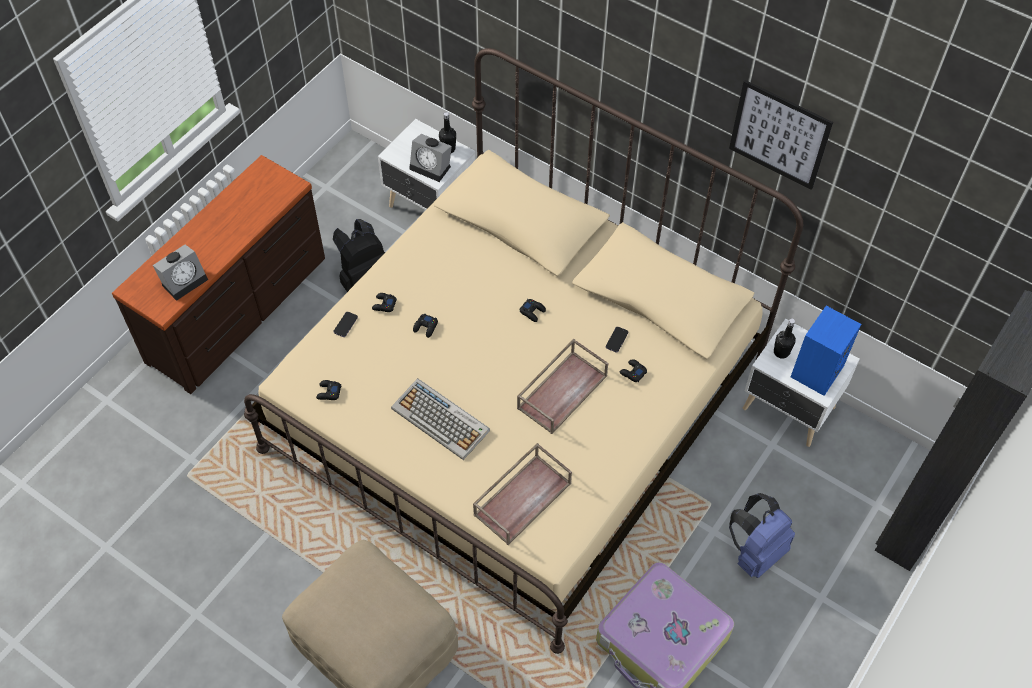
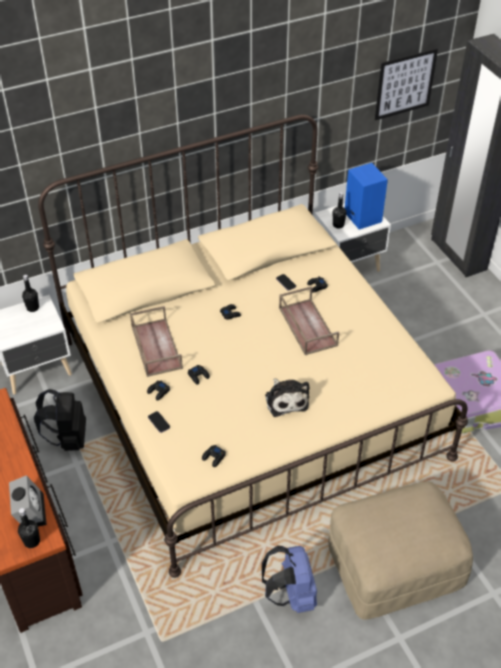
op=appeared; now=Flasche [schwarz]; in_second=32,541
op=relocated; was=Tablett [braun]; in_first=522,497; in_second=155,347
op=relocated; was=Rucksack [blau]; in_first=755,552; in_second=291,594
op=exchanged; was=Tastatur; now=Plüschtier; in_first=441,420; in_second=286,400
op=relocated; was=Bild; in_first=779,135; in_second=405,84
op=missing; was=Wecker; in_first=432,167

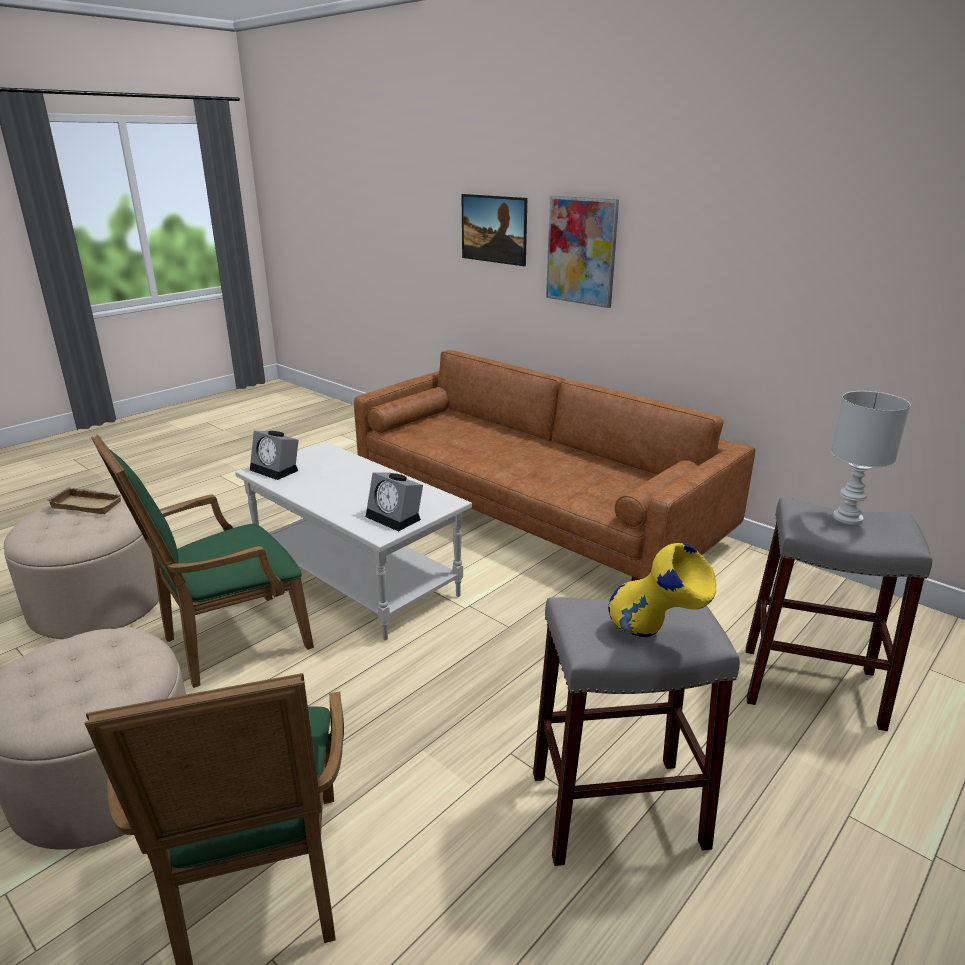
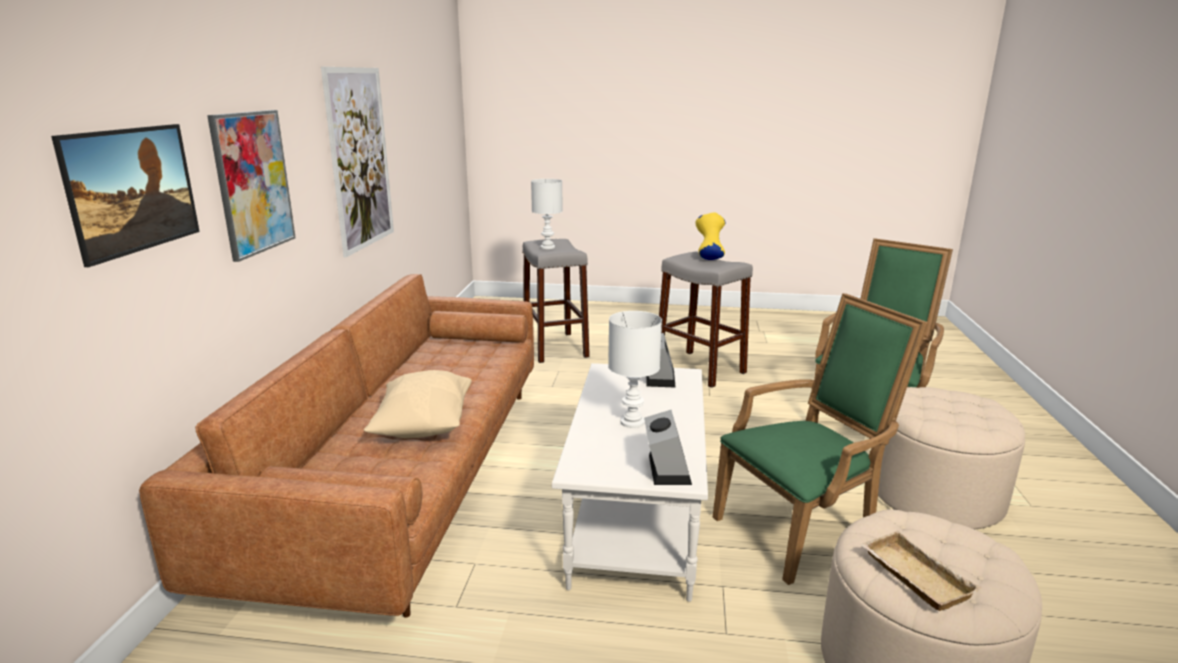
op=appeared; now=Bild; in_second=360,159
op=appeared; now=Kissen [beige]; in_second=423,427
op=appeared; now=Tischlampe [weiß]; in_second=632,423
op=spun; was=Sessel [grün]; in_first=227,644; in_second=801,530; clockwise=-45

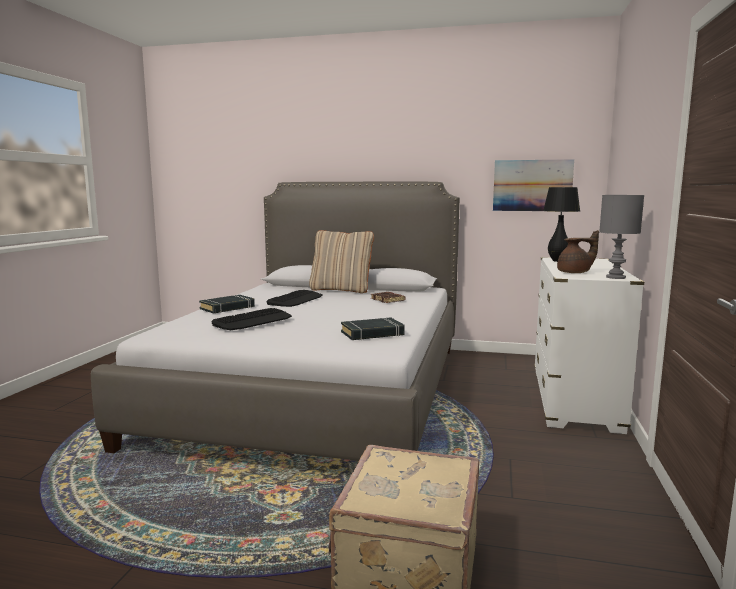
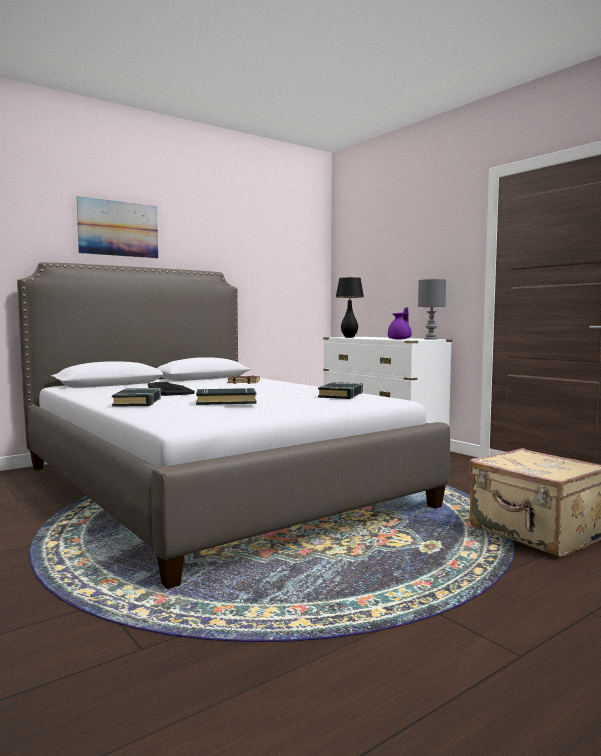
op=relocated; was=Bild; in_first=532,185; in_second=118,228
op=exchanged; was=Tastatur; now=Buch [schwarz]; in_first=253,320; in_second=226,401
op=colour; was=Teekanne [braun]; now=Teekanne [lila]; in_first=575,272; in_second=400,339
op=missing; was=Kissen [beige]; in_first=341,290

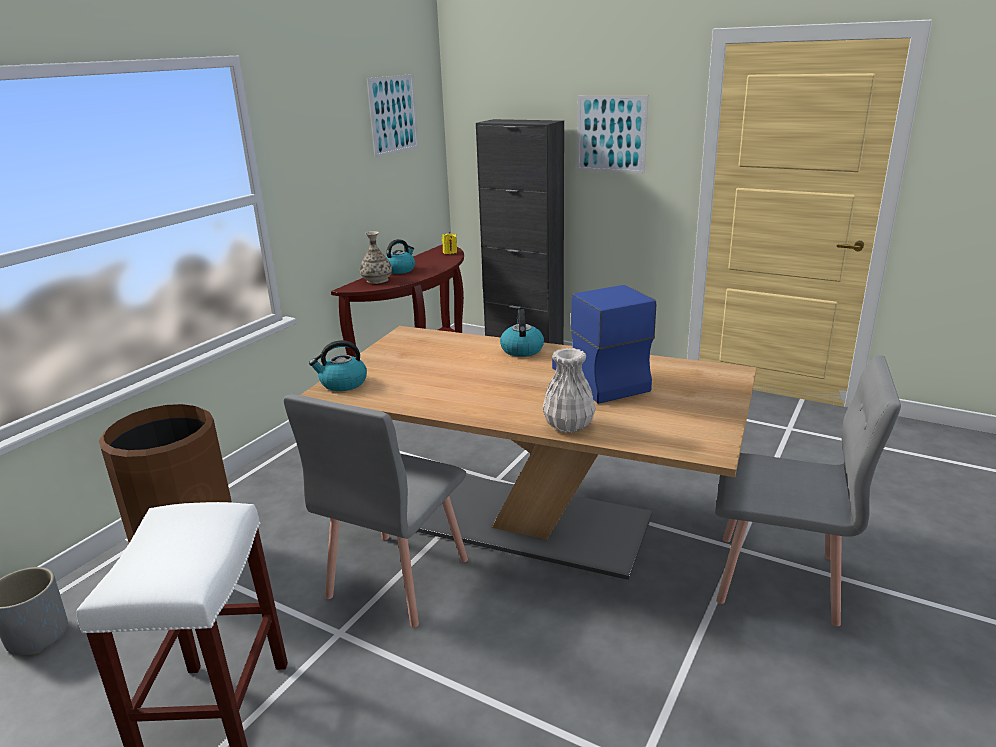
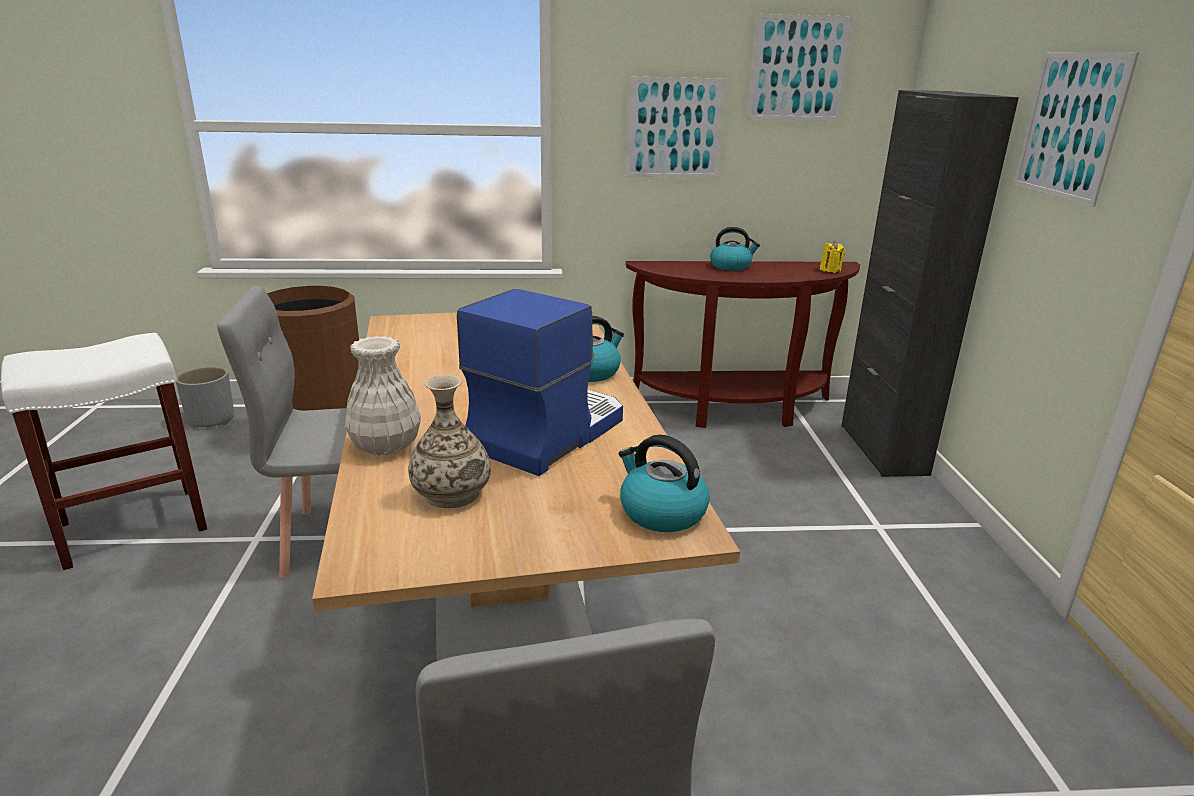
op=relocated; was=Vase; in_first=377,280; in_second=451,493
op=relocated; was=Wasserkessel; in_first=342,383; in_second=661,512
op=appeared; now=Bild; in_second=674,128

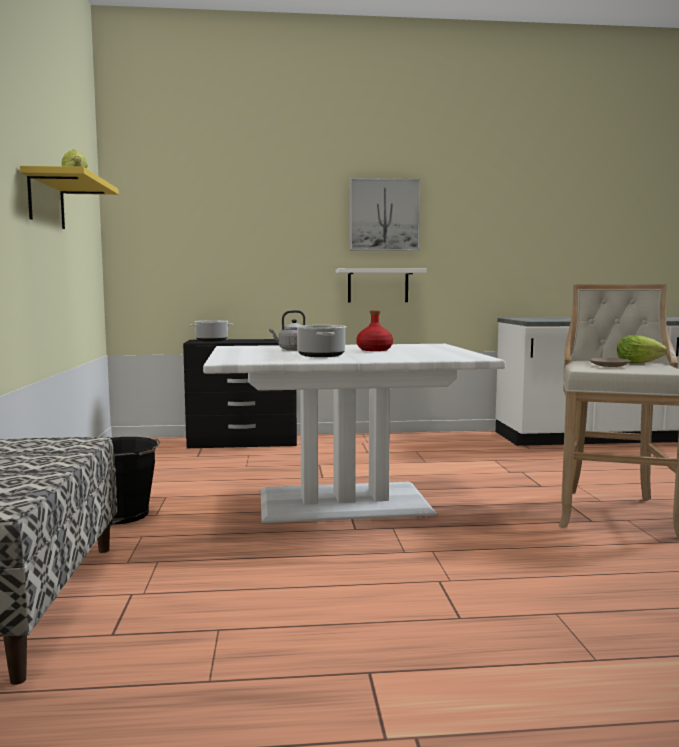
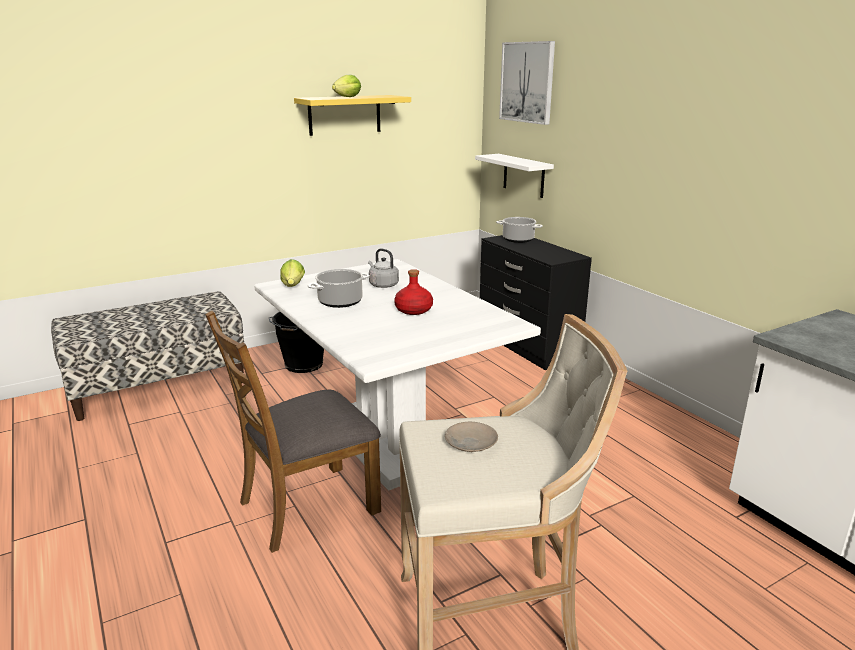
op=appeared; now=Stuhl [braun]; in_second=307,506
op=relocated; was=Salatkopf; in_first=641,363; in_second=293,287
op=relocated; was=Wandregal [weiß]; in_first=378,285; in_second=523,175
op=relocated; was=Bild; in_first=384,215; in_second=527,82

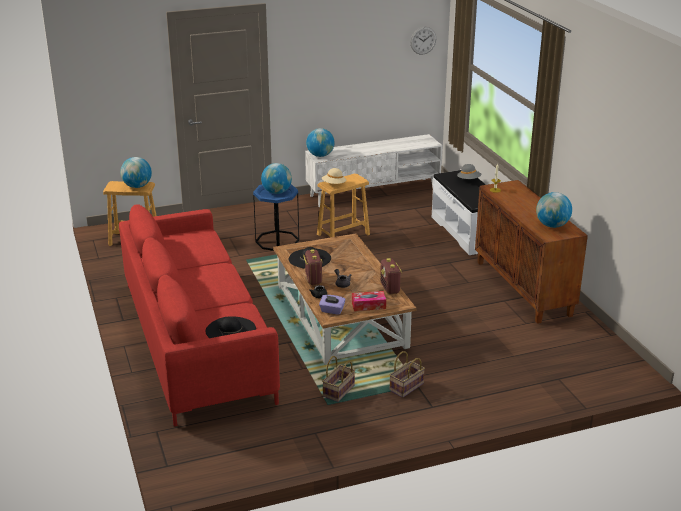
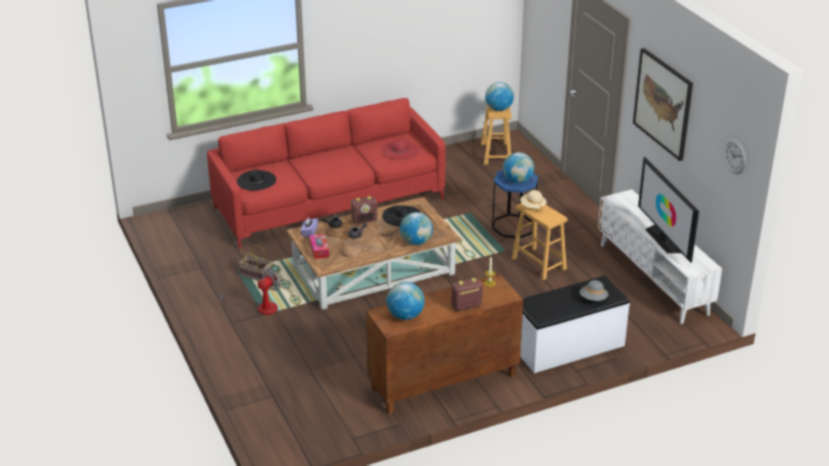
op=exchanged; was=Korb; now=Ventilator; in_first=406,388; in_second=259,309
op=appeared; now=Hut [rot]; in_second=400,150
op=relocated; was=Globus; in_first=320,155; in_second=416,242
op=relocated; was=Radio; in_first=390,288; in_second=466,306
op=appeared; now=Bild; in_second=663,103
op=appeared; now=Fernseher; in_second=664,239

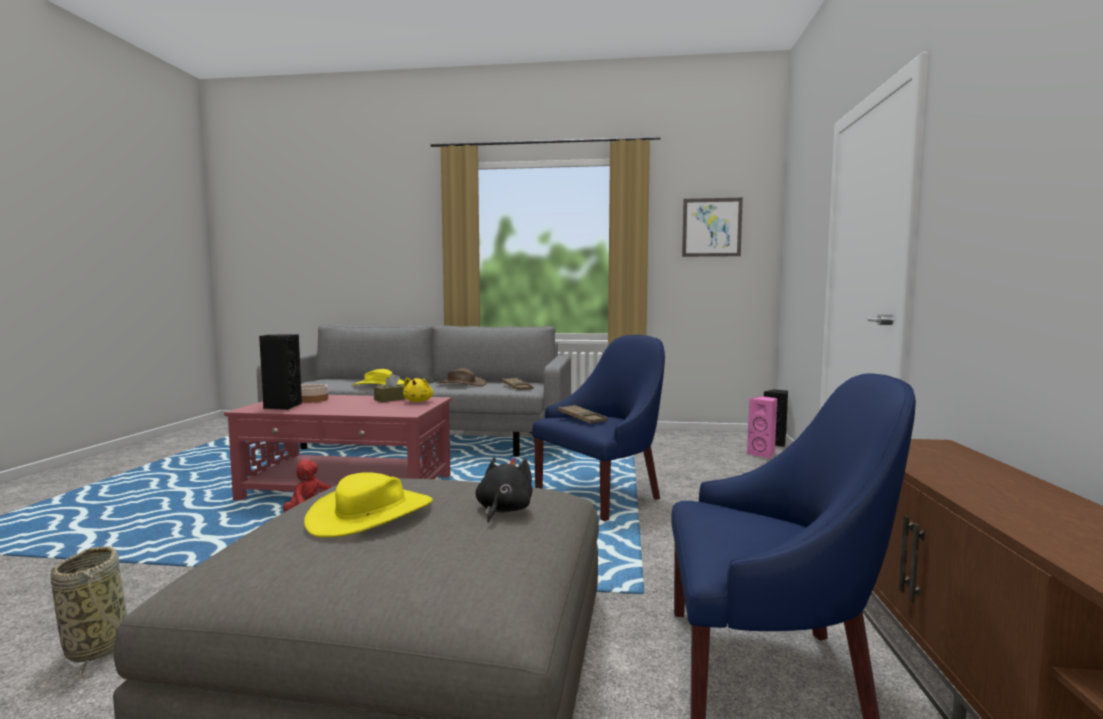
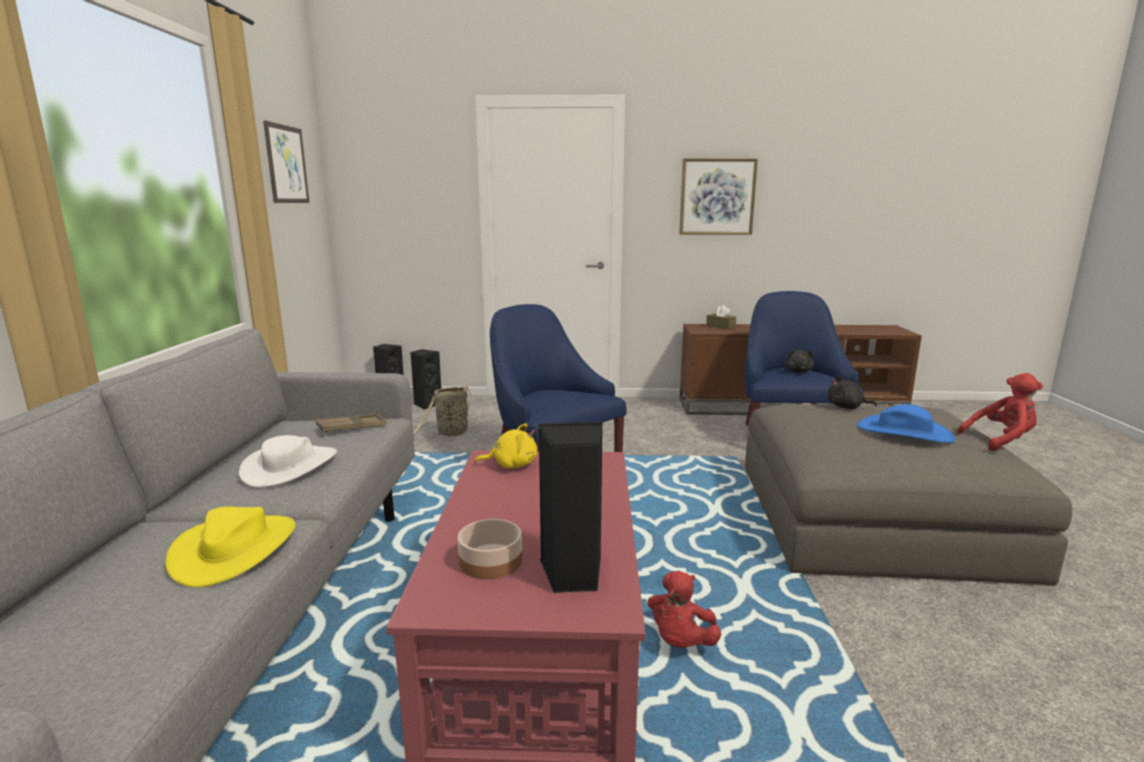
op=colour; was=Hut [braun]; now=Hut [weiß]; in_first=461,384; in_second=291,466
op=colour; was=Lautsprecher [rosa]; now=Lautsprecher [schwarz]; in_first=763,454; in_second=427,404
op=relocated; was=Korb; in_first=97,647; in_second=450,434
op=appeared; now=Bild; in_second=717,197
op=relocated; was=Taschentuchbox [braun]; in_first=392,399; in_second=720,326
op=appeared; now=Plüschtier [schwarz]; in_second=798,371
op=colour; was=Hut [gelb]; now=Hut [blau]; in_first=371,514; in_second=904,432
op=appeared; now=Plüschtier [rot]; in_second=1001,441
op=missing; was=Tablett [braun]; in_first=582,418

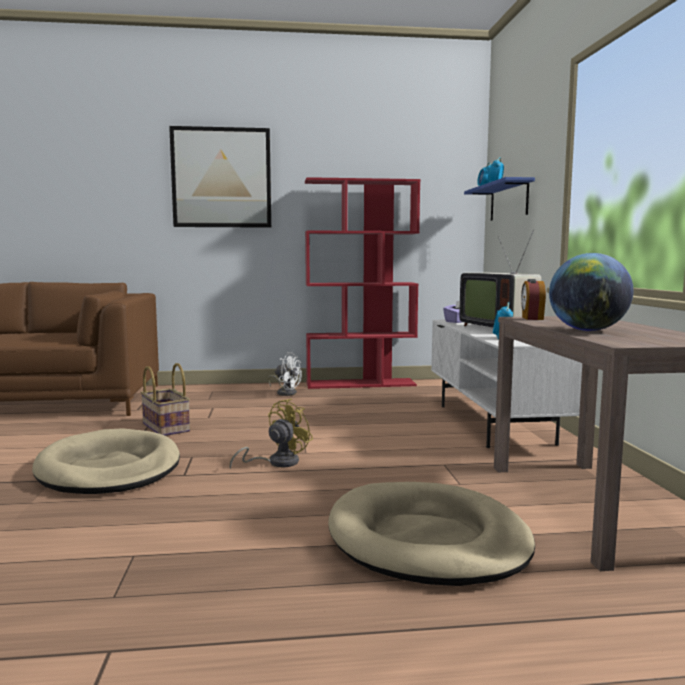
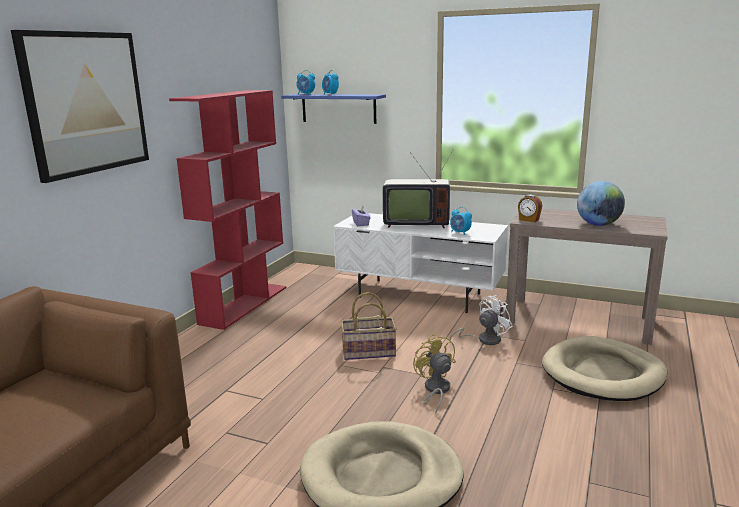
op=relocated; was=Korb; in_first=165,427; in_second=368,352
op=relocated; was=Ventilator [weiß]; in_first=286,392; in_second=484,340

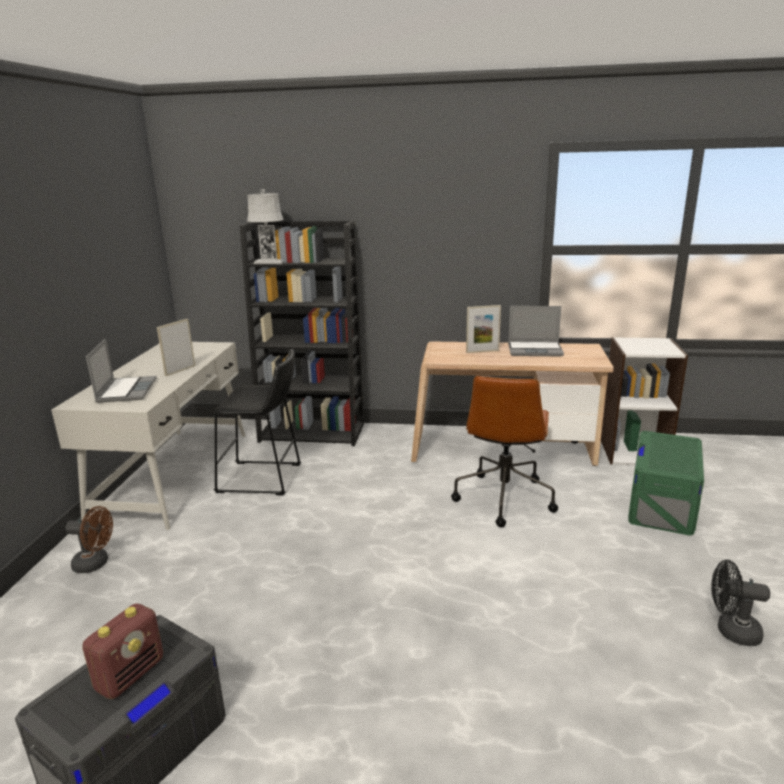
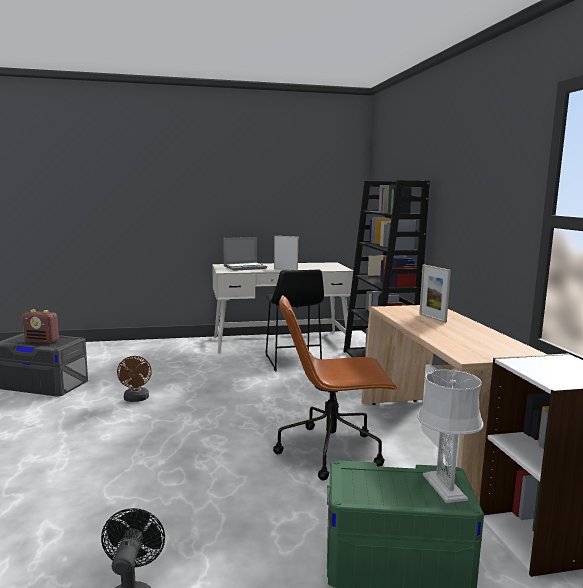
op=relocated; was=Ventilator [braun]; in_first=96,564; in_second=136,399
op=relocated; was=Tischlampe [grau]; in_first=269,262; in_second=444,487
op=missing; was=Laptop; in_first=535,350

